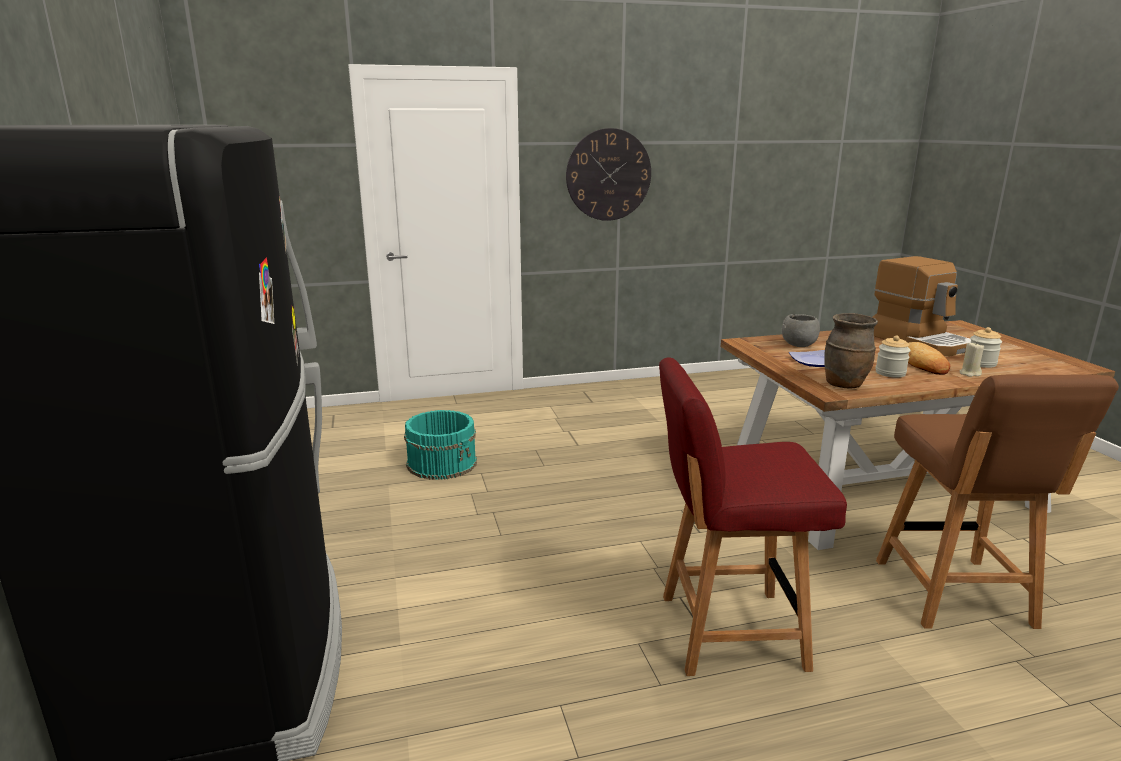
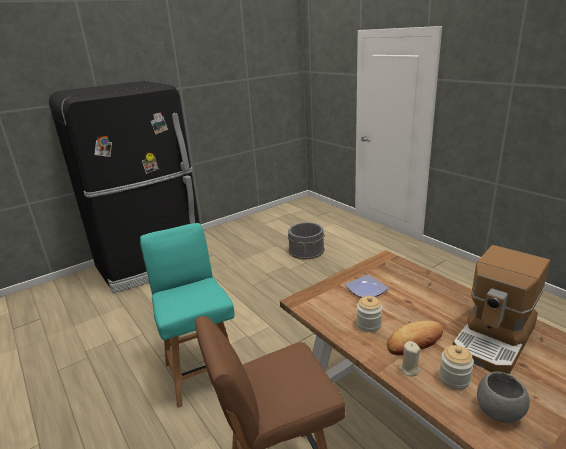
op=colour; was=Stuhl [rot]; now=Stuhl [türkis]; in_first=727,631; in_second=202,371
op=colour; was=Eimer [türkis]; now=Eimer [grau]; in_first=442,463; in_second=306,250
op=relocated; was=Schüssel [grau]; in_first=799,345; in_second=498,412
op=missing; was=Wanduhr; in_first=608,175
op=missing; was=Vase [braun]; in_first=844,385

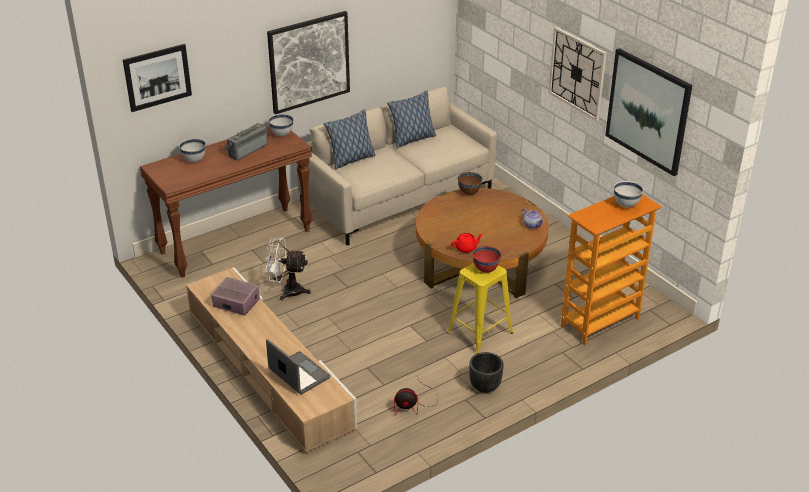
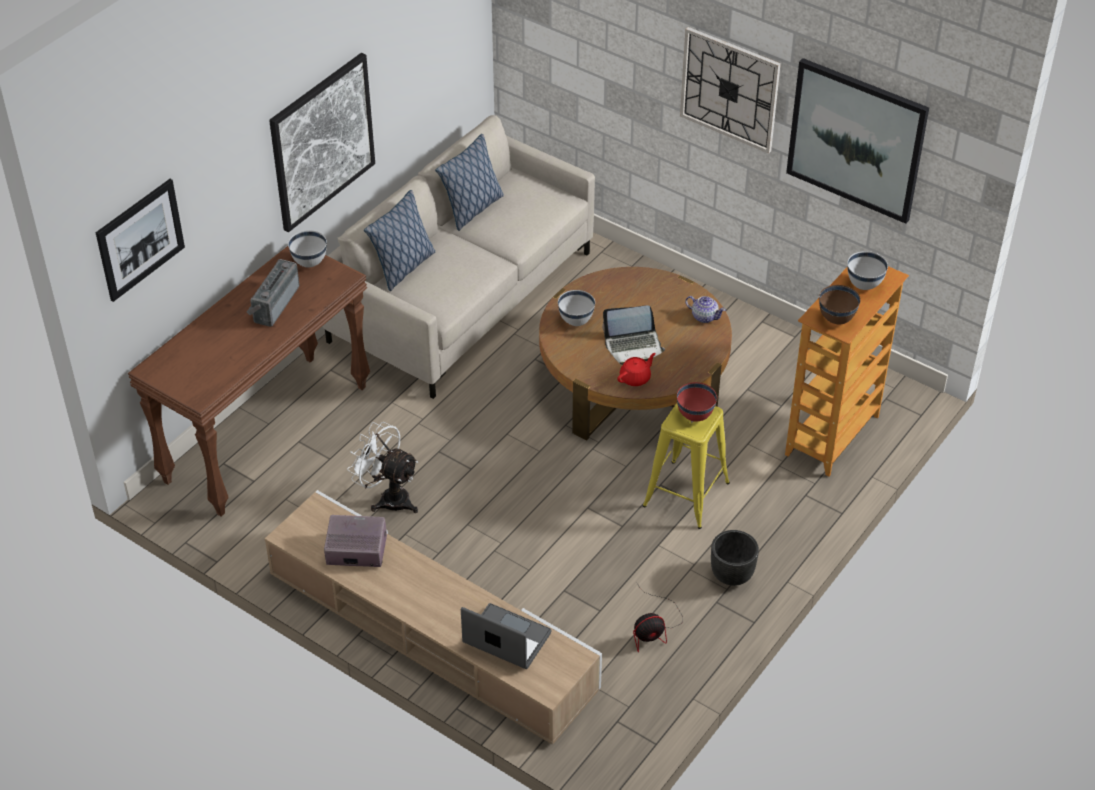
op=spun; was=Ventilator [weiß]; in_first=287,291; in_second=388,498; clockwise=45
op=relocated; was=Schüssel [weiß]; in_first=194,160; in_second=576,321
op=appeared; now=Laptop; in_second=633,346
op=relocated; was=Schüssel [braun]; in_first=469,193; in_second=836,319

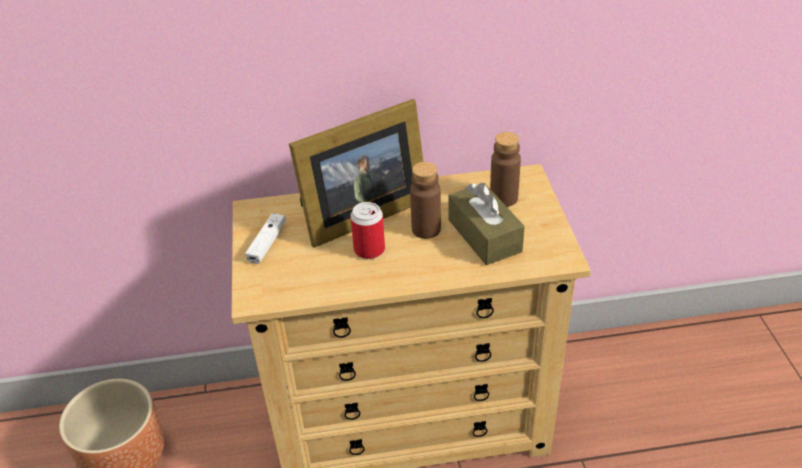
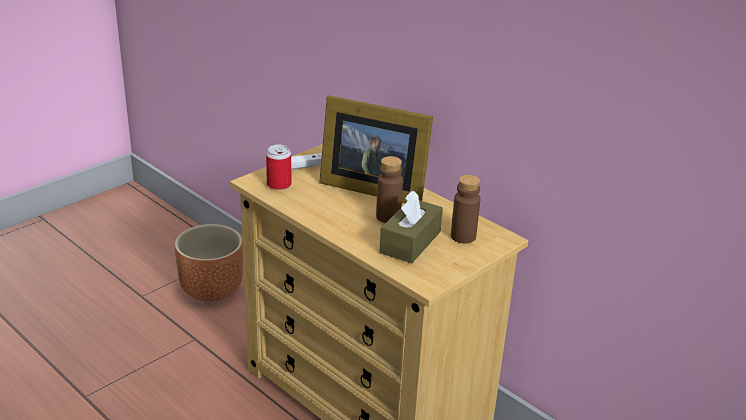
op=relocated; was=Dose; in_first=369,249; in_second=279,185

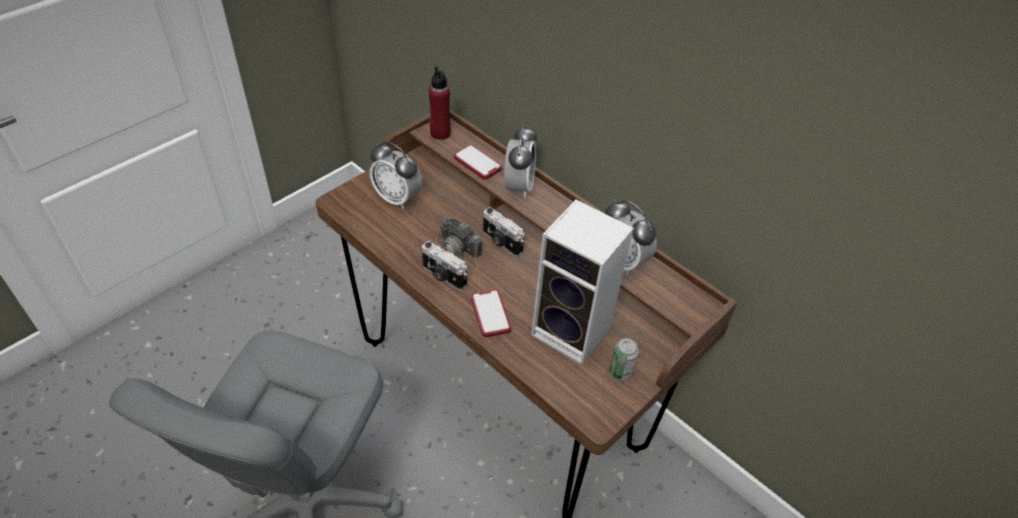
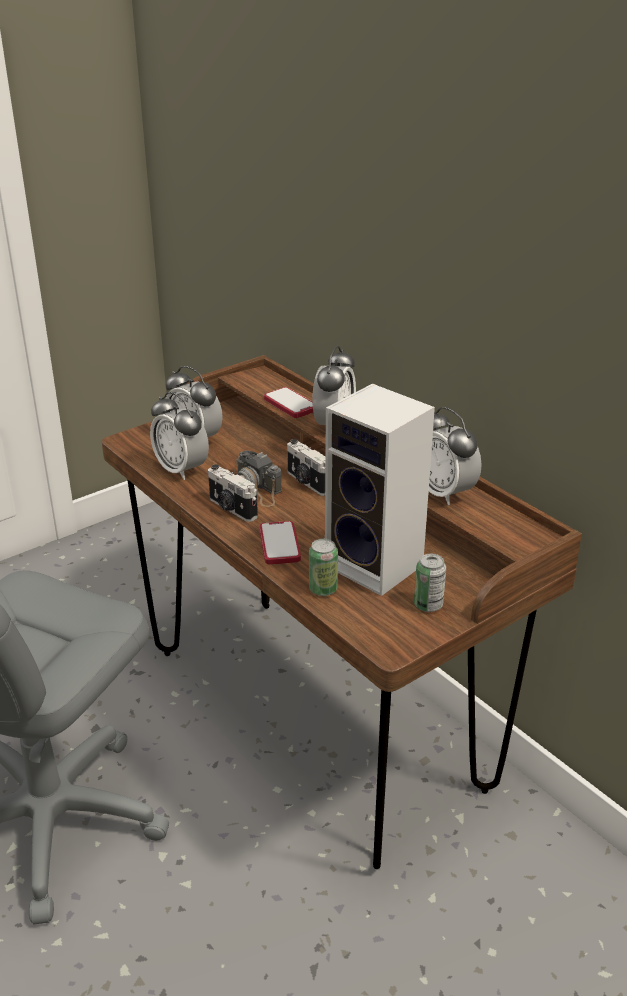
op=appeared; now=Wecker; in_second=181,469
op=appeared; now=Dose; in_second=323,589
op=missing; was=Flasche [rot]; in_first=440,133

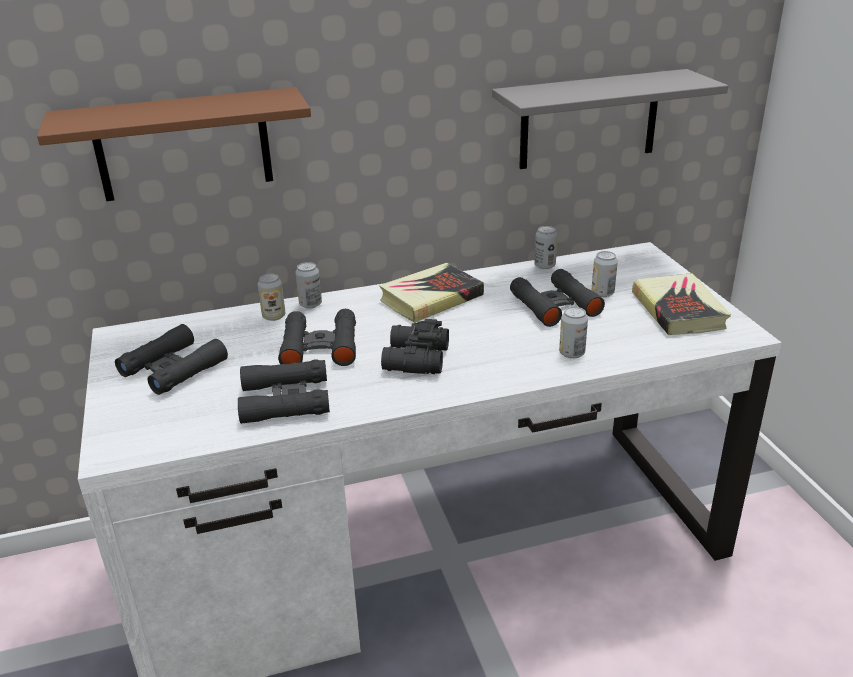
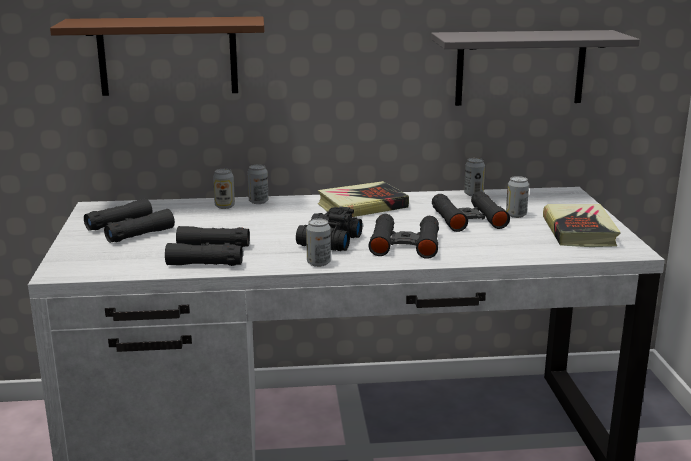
op=relocated; was=Dose; in_first=572,353; in_second=318,263
op=relocated; was=Fernglas [schwarz]; in_first=320,347; in_second=405,244

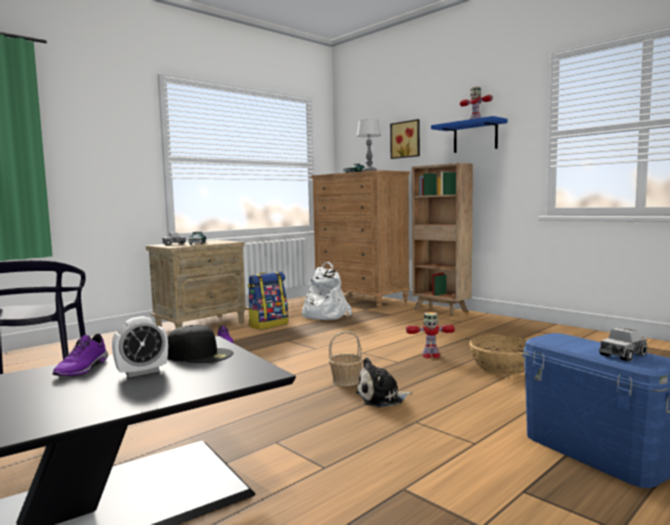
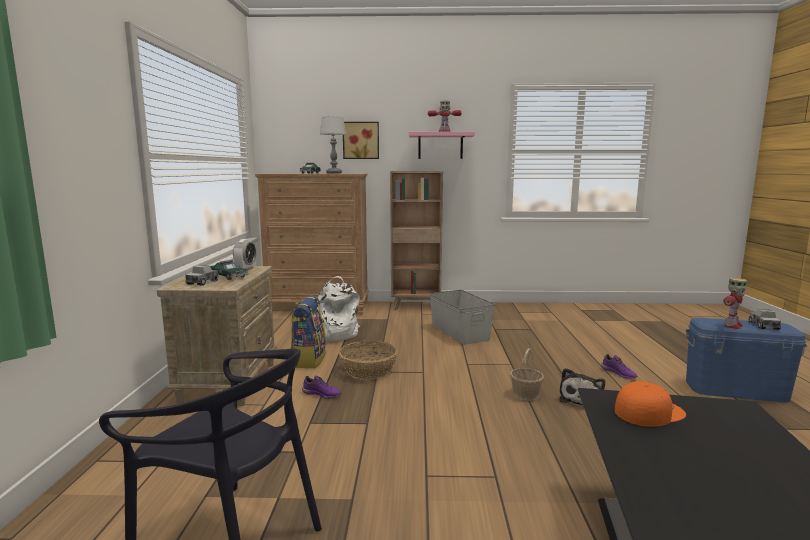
op=relocated; was=Wecker; in_first=142,372; in_second=245,269
op=relocated; was=Korb; in_first=502,366; in_second=368,370
op=colour; was=Wandregal [blau]; now=Wandregal [rosa]; in_first=475,137; in_second=440,146
op=appeared; now=Aufbewahrungsbox [grau]; in_second=460,332
op=relocated; was=Schuh [lila]; in_first=83,369; in_second=619,373
op=colour; was=Kappe [schwarz]; now=Kappe [orange]; in_first=199,354; in_second=649,411
op=relocated; was=Spielzeugroboter; in_first=430,356; in_second=732,326

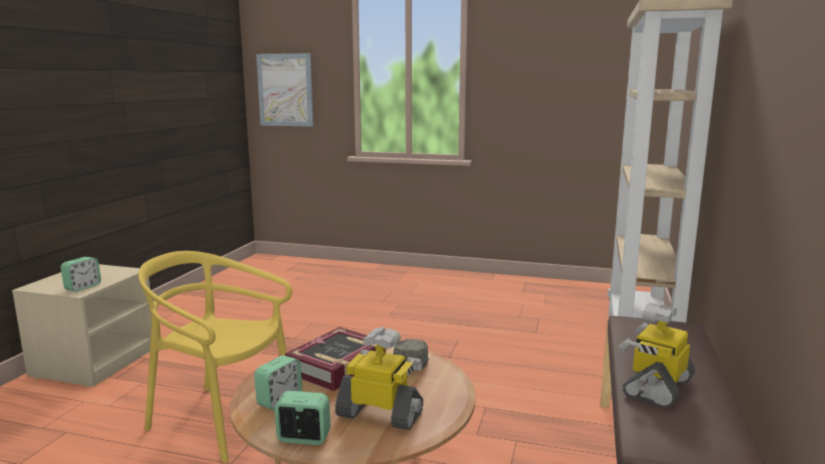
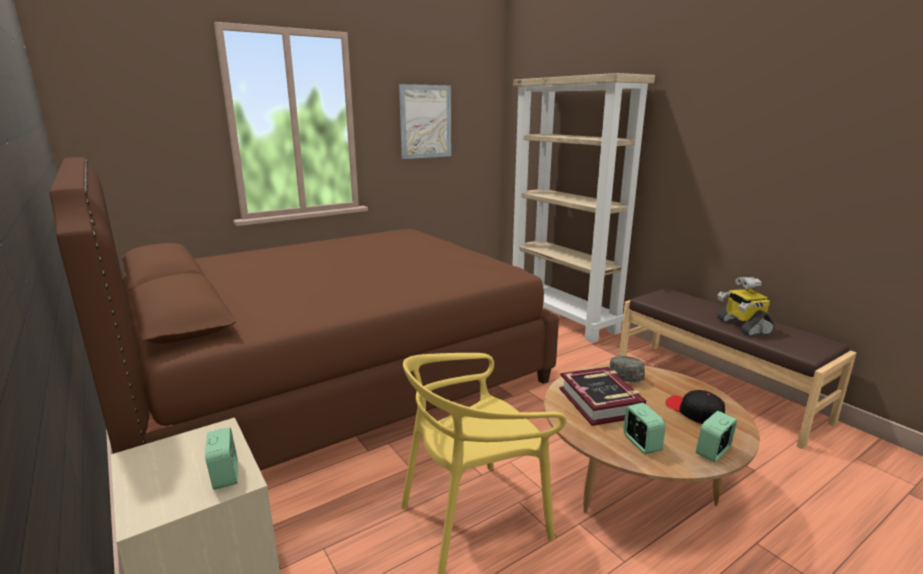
op=appeared; now=Bett [braun]; in_second=333,379
op=relocated; was=Bild; in_first=285,90; in_second=425,121
op=exchanged; was=Spielzeugroboter; now=Kappe [schwarz]; in_first=381,414; in_second=694,412

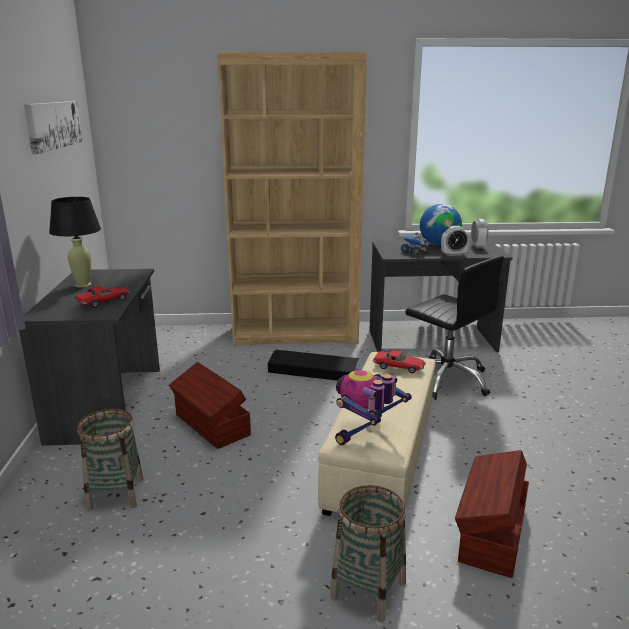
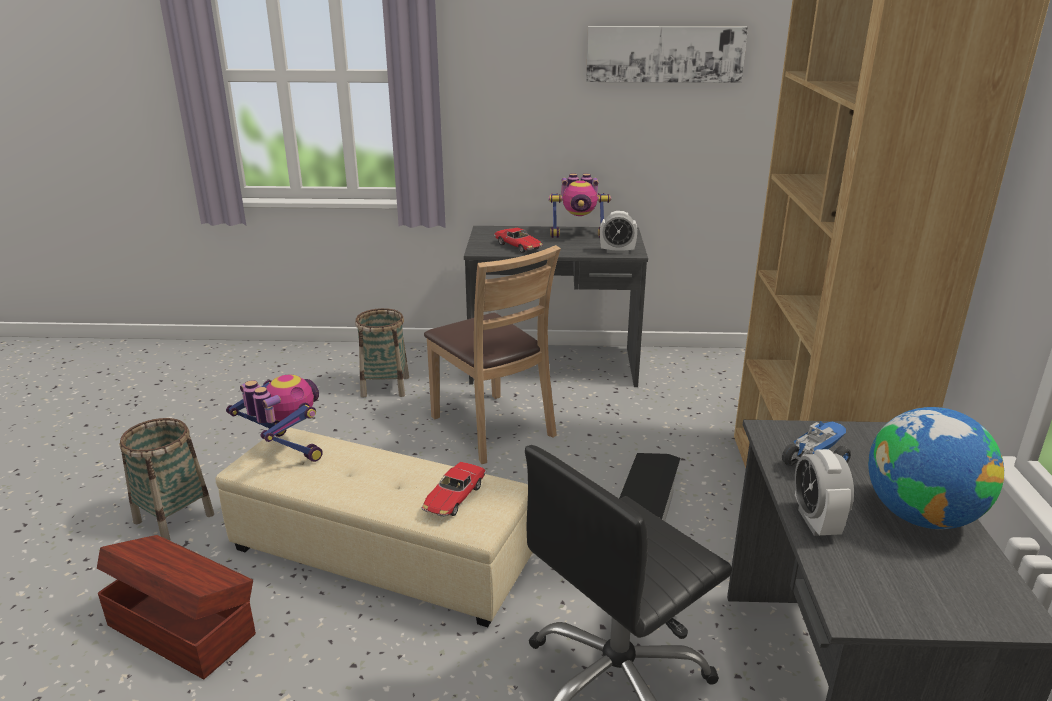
op=exchanged; was=Aufbewahrungsbox [braun]; now=Stuhl [braun]; in_first=211,425; in_second=492,427
op=exchanged; was=Tischlampe [schwarz]; now=Spielzeugroboter; in_first=83,285; in_second=578,235
op=relocated; was=Wecker; in_first=478,246; in_second=617,251

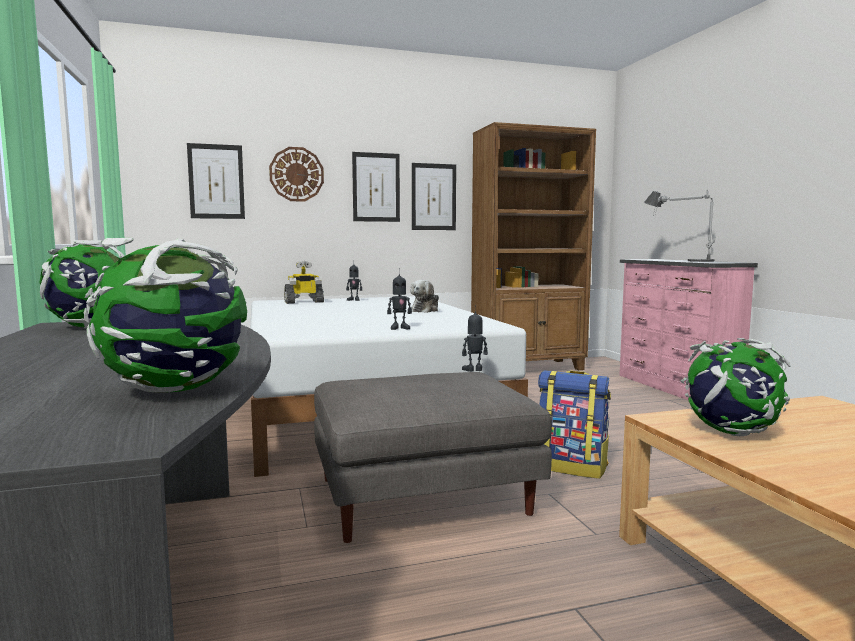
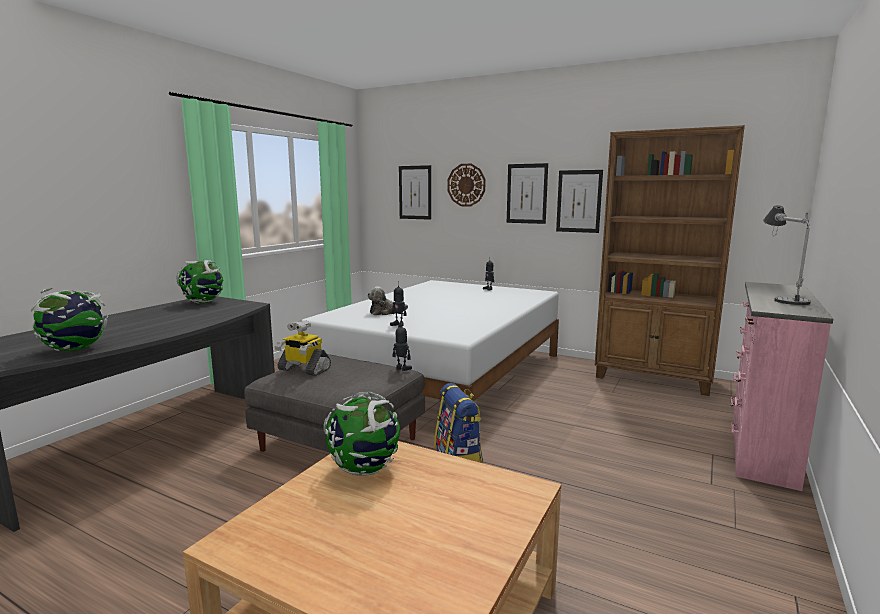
op=relocated; was=Spielzeugroboter; in_first=304,302; in_second=303,369
op=relocated; was=Plüschtier; in_first=425,310; in_second=385,312

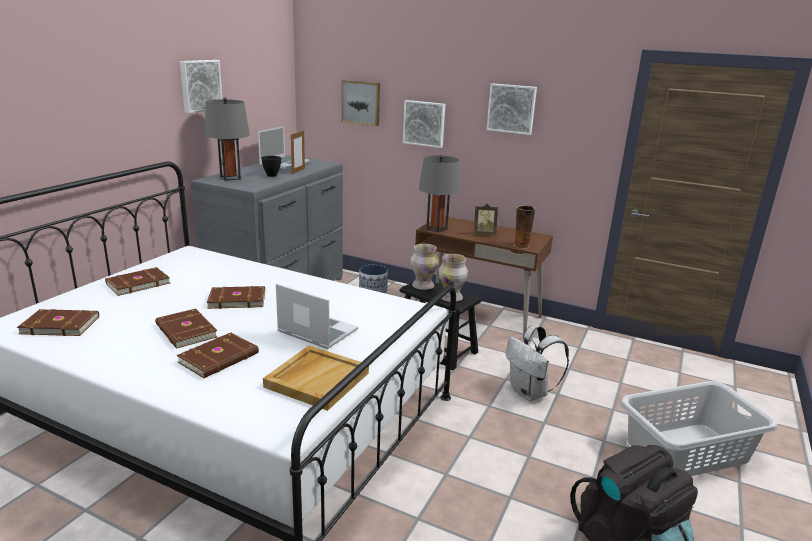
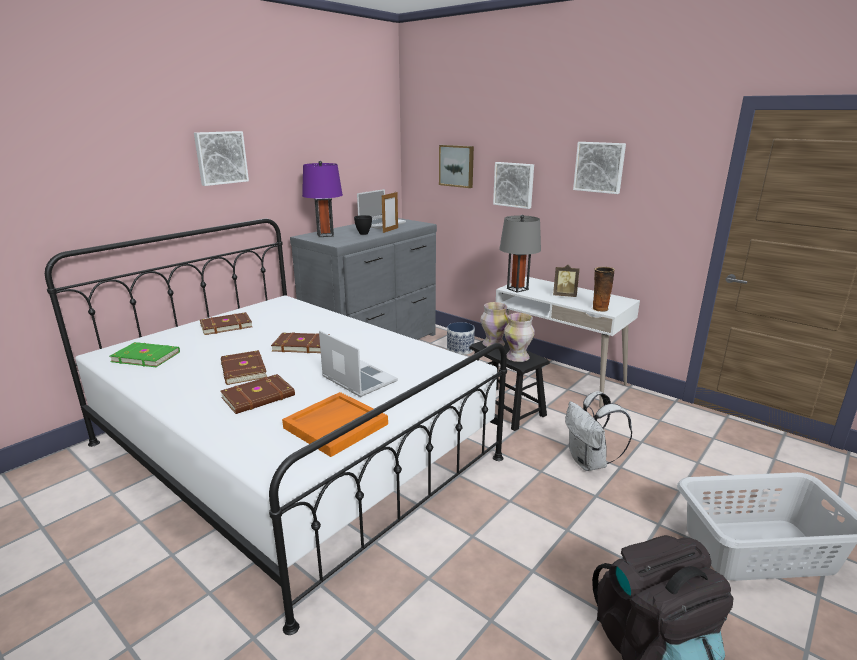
op=colour; was=Buch [braun]; now=Buch [grün]; in_first=60,325; in_second=146,356
op=relocated; was=Bild; in_first=200,85; in_second=220,157
op=colour; was=Tablett [beige]; now=Tablett [orange]; in_first=317,379; in_second=336,425
op=colour; was=Tischlampe [grau]; now=Tischlampe [lila]; in_first=230,178; in_second=325,235
op=colour; was=Schreibtisch [braun]; now=Schreibtisch [weiß]; in_first=477,314; in_second=557,377

